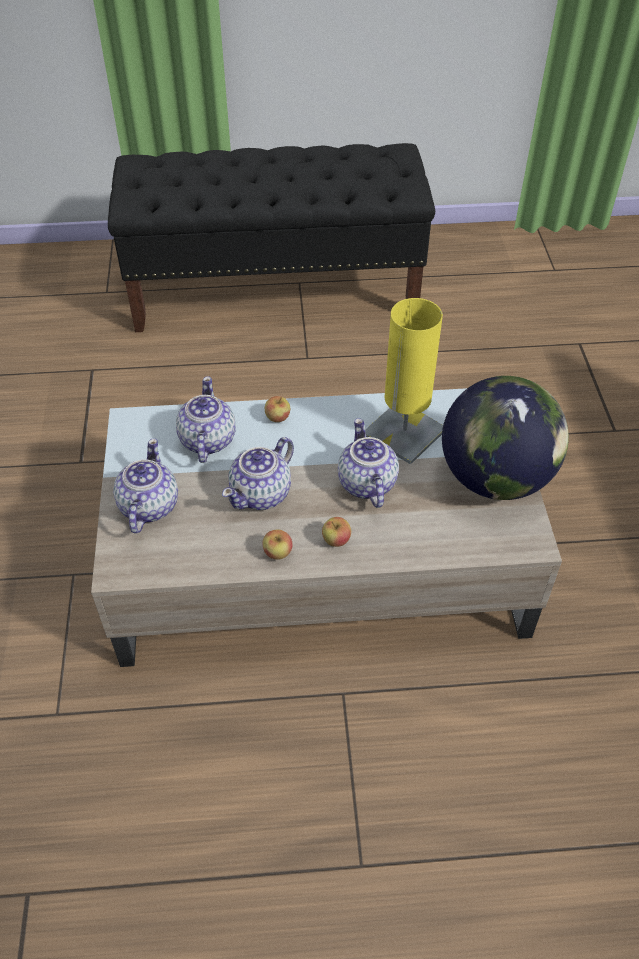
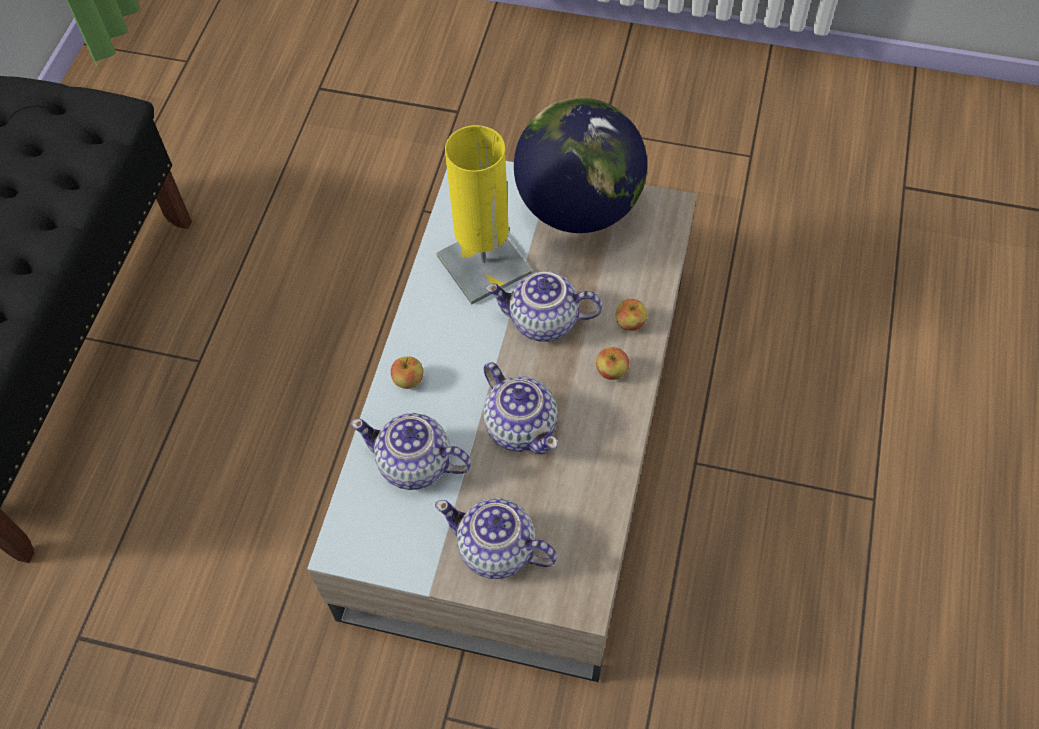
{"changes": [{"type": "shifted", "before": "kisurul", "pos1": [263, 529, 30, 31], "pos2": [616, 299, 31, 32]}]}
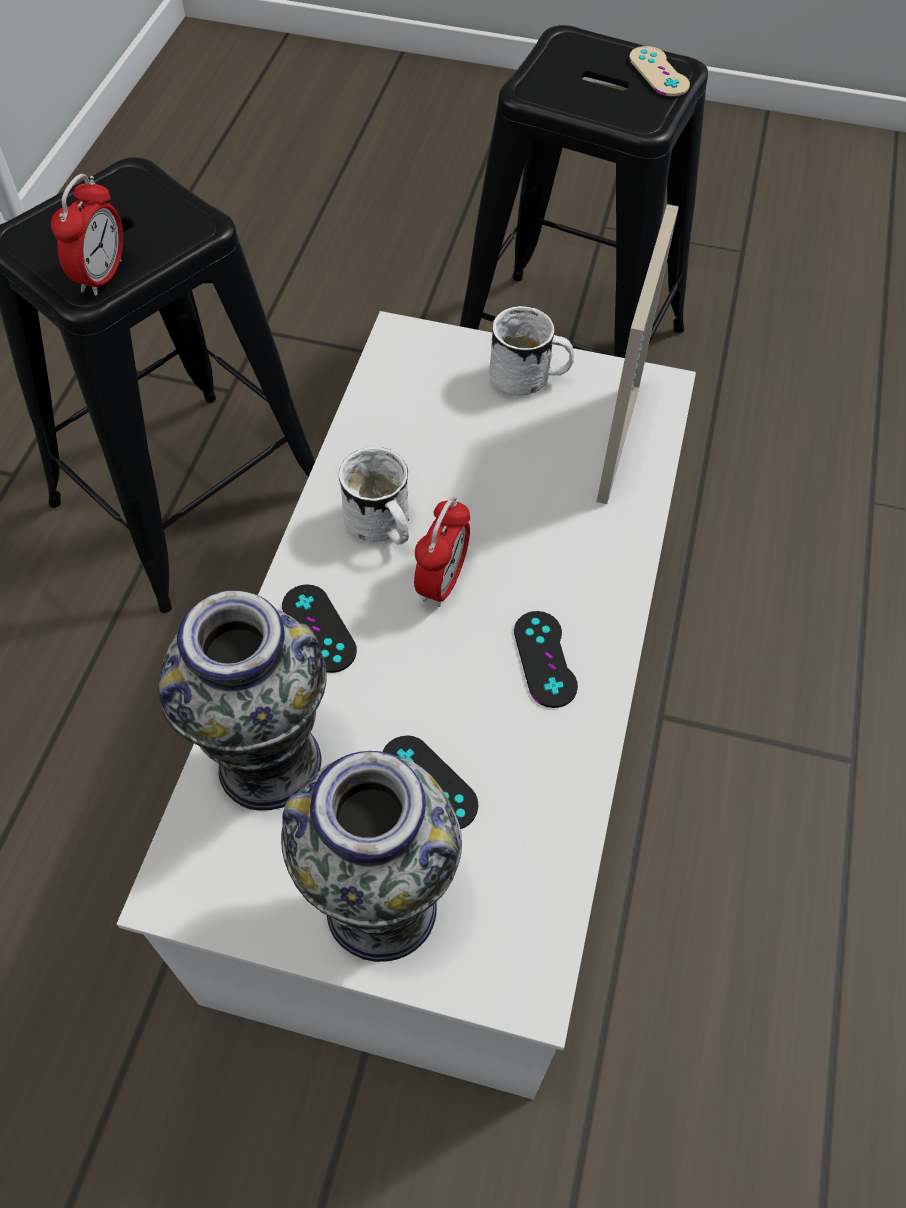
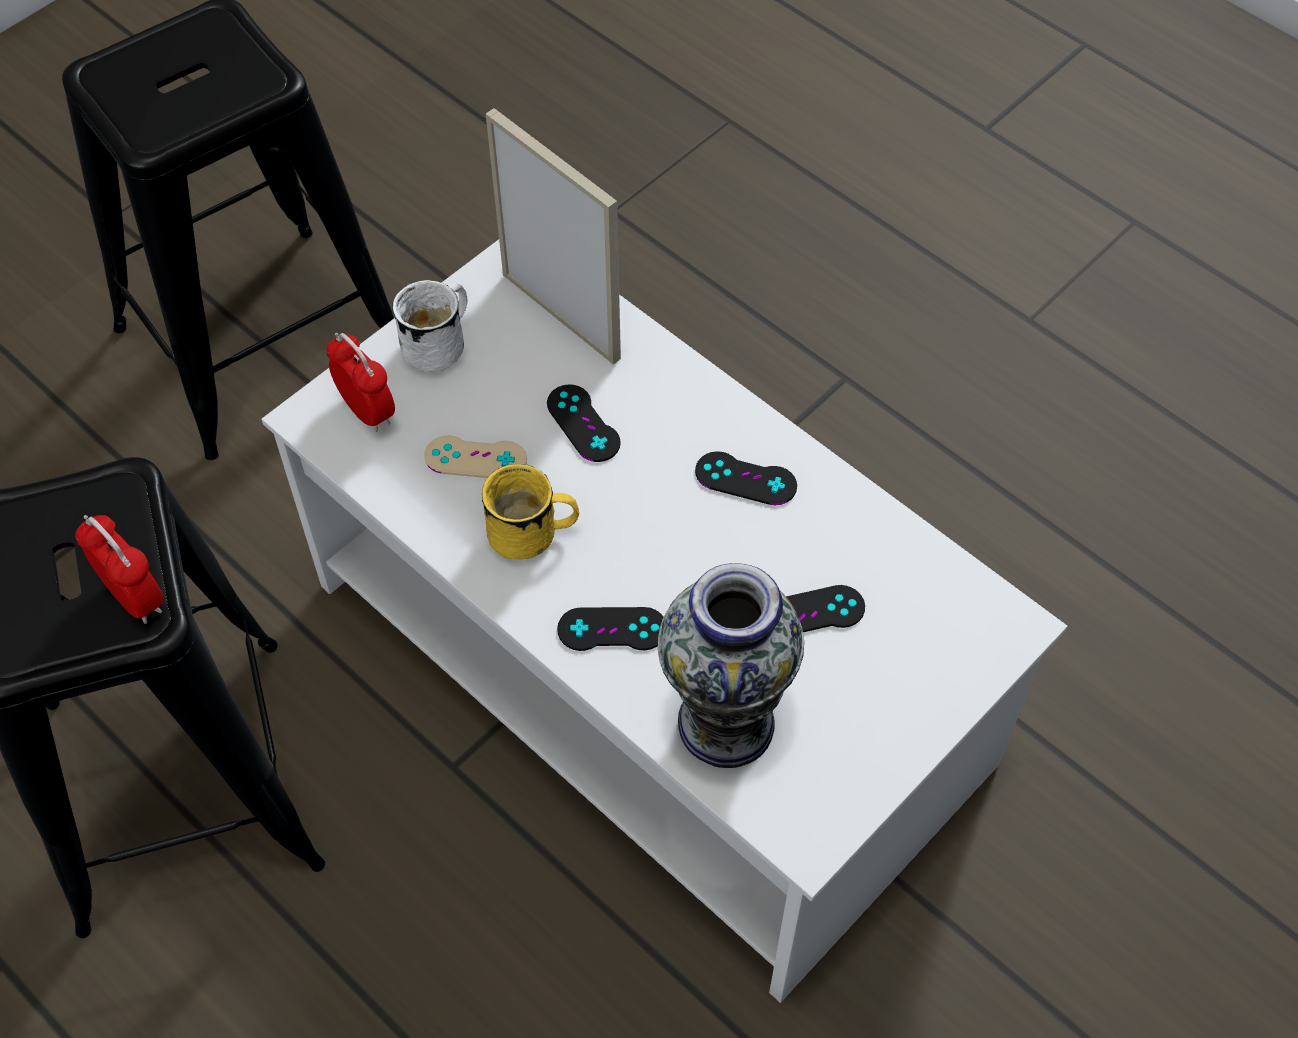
{"changes": [{"type": "shifted", "before": "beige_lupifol", "pos1": [629, 46, 61, 50], "pos2": [424, 435, 103, 43]}, {"type": "repainted", "before": "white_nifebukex", "after": "yellow_nifebukex", "pos1": [339, 447, 70, 98], "pos2": [482, 464, 97, 96]}, {"type": "shifted", "before": "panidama", "pos1": [414, 497, 56, 110], "pos2": [326, 333, 69, 99]}, {"type": "gone", "before": "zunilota", "pos1": [281, 751, 181, 211]}, {"type": "new", "after": "black_lupifol", "pos2": [547, 384, 74, 78]}]}
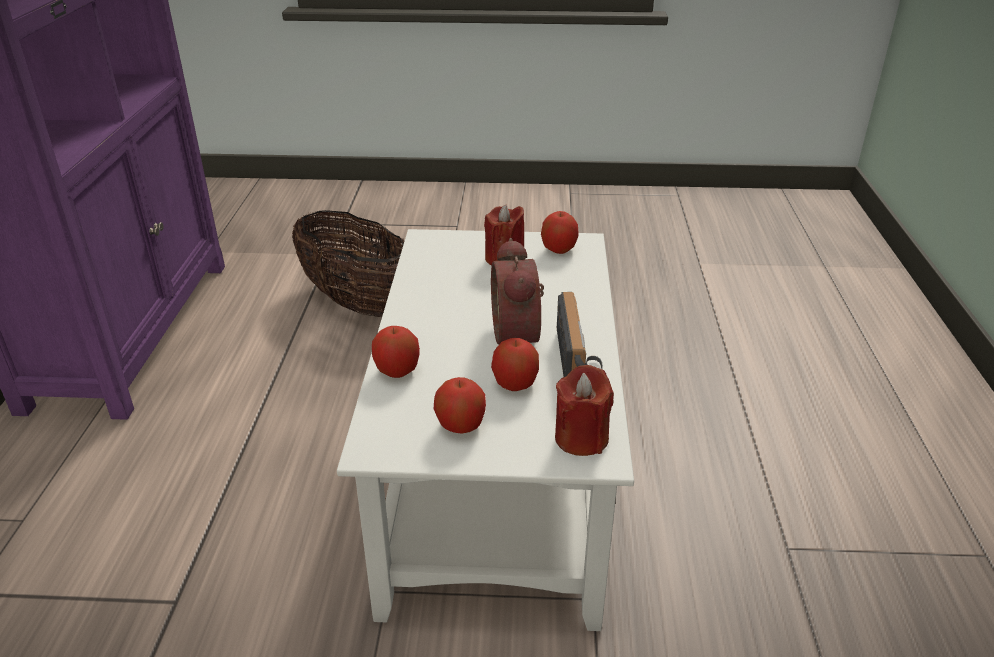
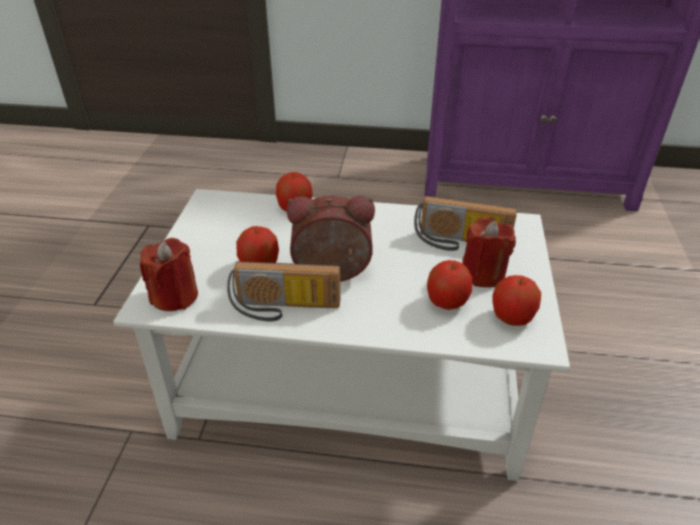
{"changes": [{"type": "gone", "before": "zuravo", "pos1": [292, 210, 112, 107]}, {"type": "shifted", "before": "kisurul", "pos1": [434, 377, 52, 57], "pos2": [427, 260, 45, 50]}, {"type": "new", "after": "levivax", "pos2": [414, 196, 103, 55]}]}
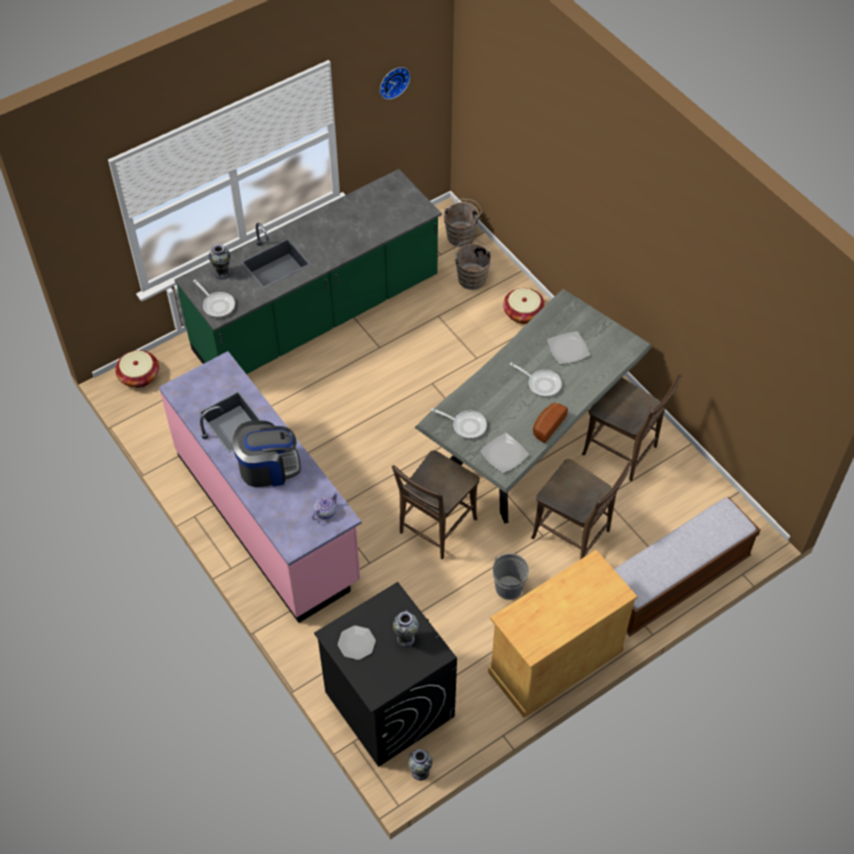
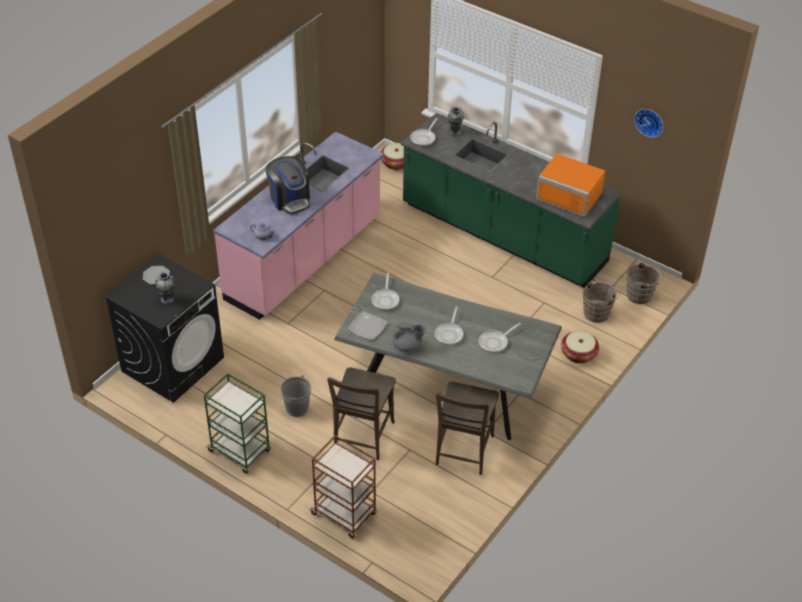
{"changes": [{"type": "swapped", "before": "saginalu", "after": "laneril", "pos1": [547, 331, 43, 33], "pos2": [479, 323, 42, 30]}, {"type": "swapped", "before": "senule", "after": "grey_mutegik", "pos1": [533, 403, 35, 40], "pos2": [393, 322, 33, 30]}, {"type": "gone", "before": "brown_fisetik", "pos1": [392, 450, 88, 109]}, {"type": "swapped", "before": "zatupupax", "after": "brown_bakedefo", "pos1": [614, 497, 146, 140], "pos2": [309, 435, 68, 104]}, {"type": "swapped", "before": "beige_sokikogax", "after": "green_bakedefo", "pos1": [488, 550, 150, 168], "pos2": [204, 373, 67, 101]}, {"type": "gone", "before": "zunilota", "pos1": [408, 749, 24, 32]}, {"type": "new", "after": "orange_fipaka", "pos2": [536, 153, 69, 64]}]}
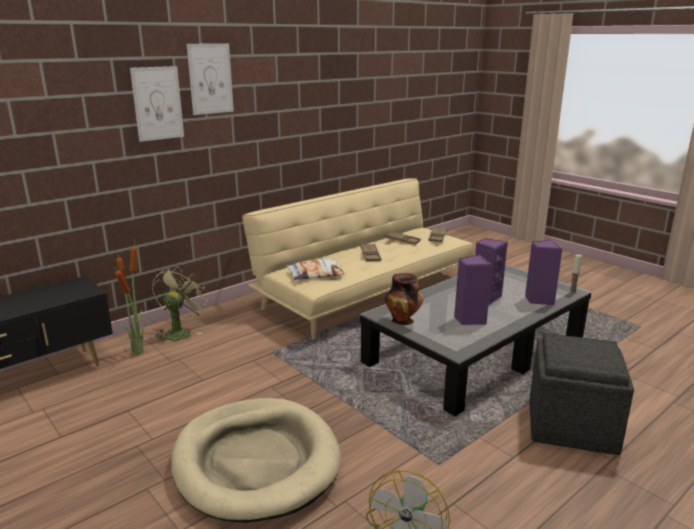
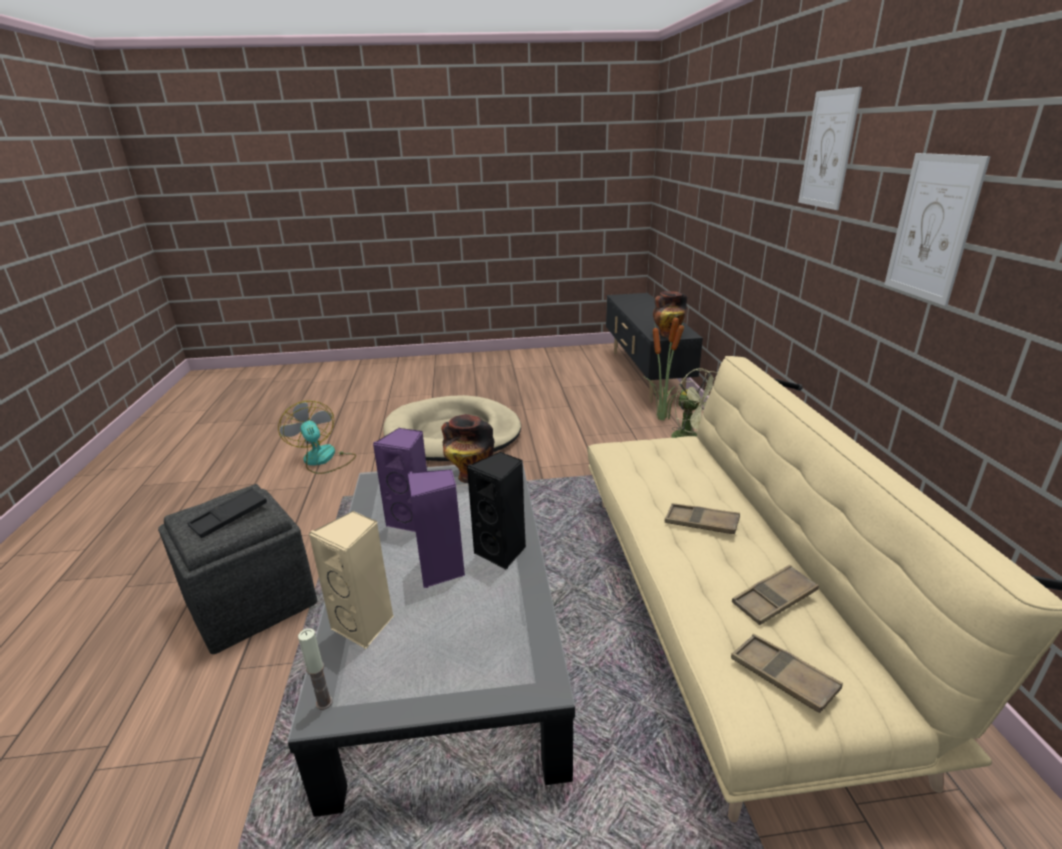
{"changes": [{"type": "shifted", "before": "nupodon", "pos1": [130, 66, 54, 76], "pos2": [884, 153, 107, 153]}, {"type": "repainted", "before": "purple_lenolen", "after": "beige_lenolen", "pos1": [525, 240, 37, 65], "pos2": [309, 511, 84, 139]}, {"type": "gone", "before": "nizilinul", "pos1": [286, 259, 59, 21]}, {"type": "new", "after": "zunilota", "pos2": [653, 291, 34, 47]}, {"type": "new", "after": "black_lenolen", "pos2": [467, 452, 59, 118]}, {"type": "new", "after": "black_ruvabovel", "pos2": [187, 488, 80, 50]}]}
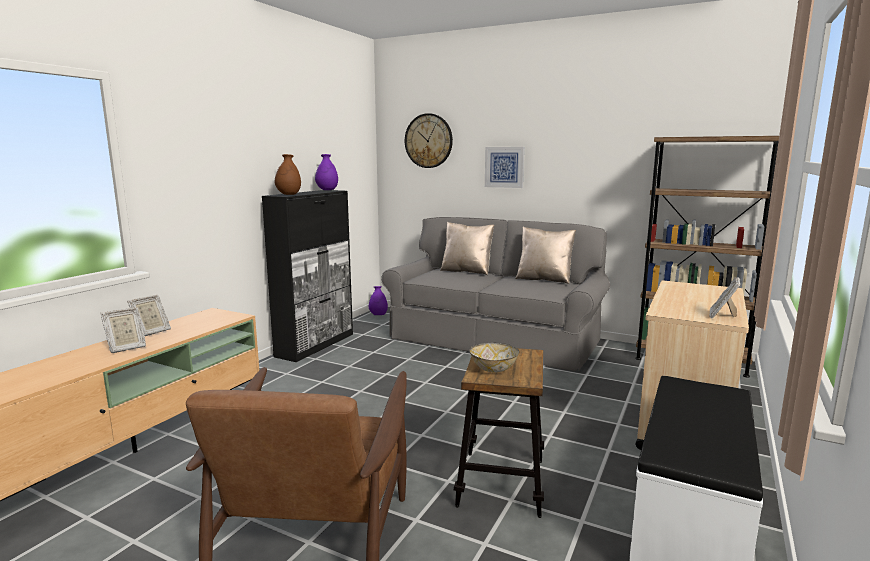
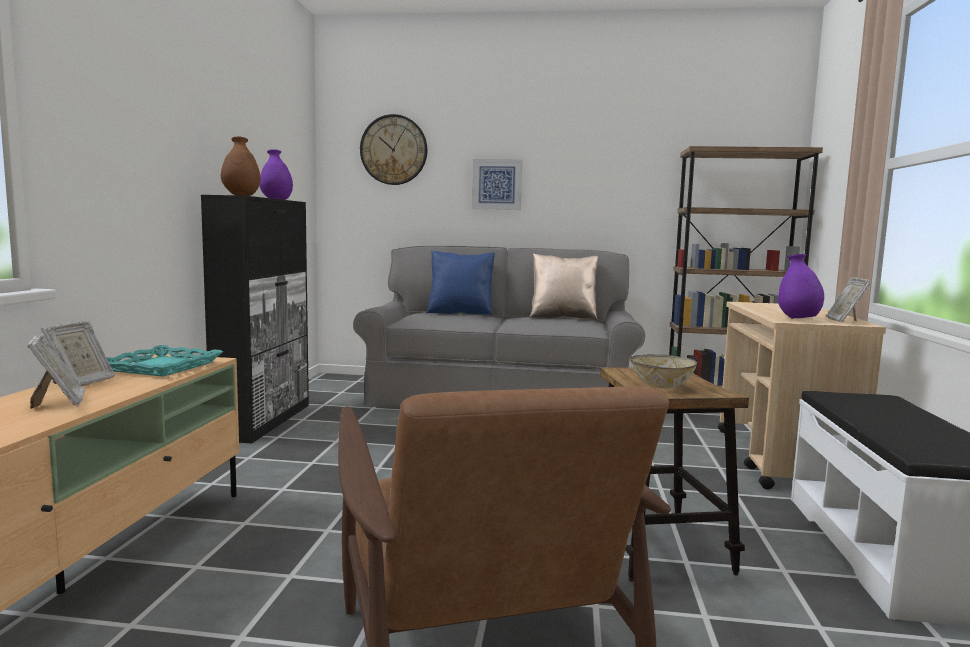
{"changes": [{"type": "repainted", "before": "beige_nizilinul", "after": "blue_nizilinul", "pos1": [440, 222, 54, 53], "pos2": [426, 250, 69, 65]}, {"type": "shifted", "before": "purple_zunilota", "pos1": [369, 286, 19, 29], "pos2": [778, 254, 46, 65]}, {"type": "rotated", "before": "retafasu", "pos1": [100, 308, 46, 45], "pos2": [28, 334, 57, 75], "turn": -60}, {"type": "new", "after": "turquoise_ruvabovel", "pos2": [106, 345, 117, 32]}]}
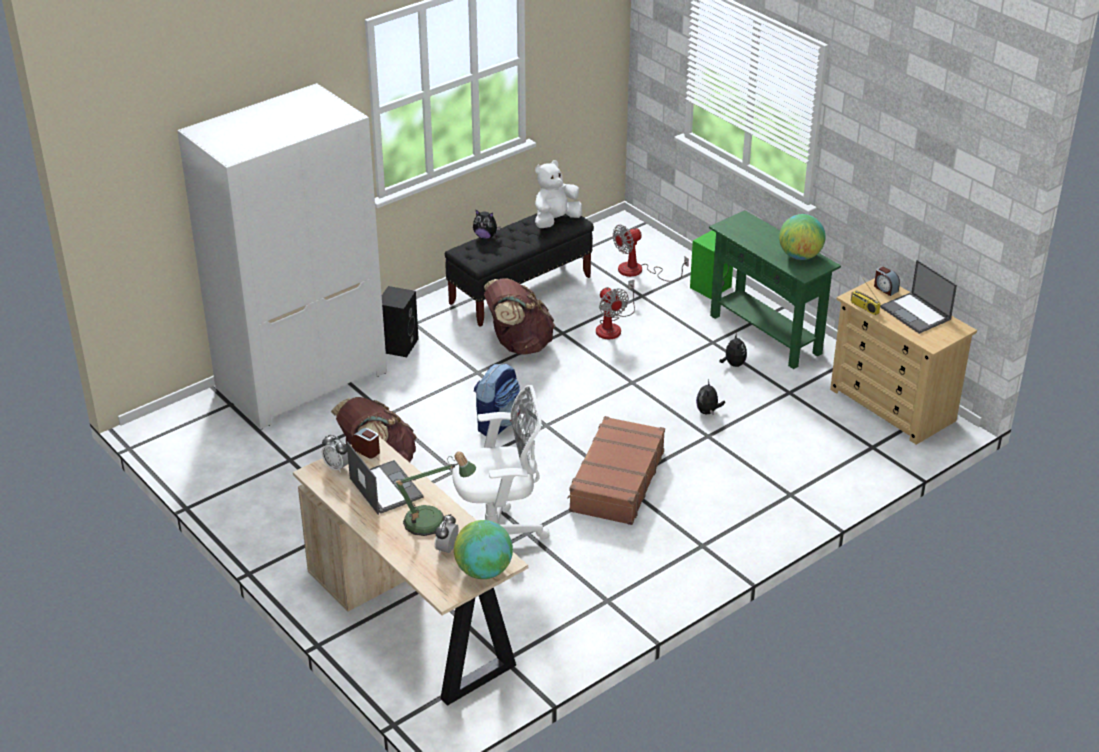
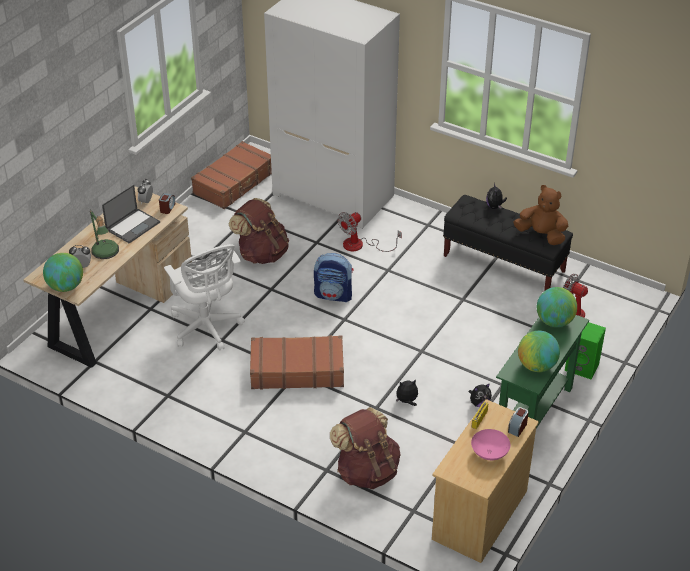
{"changes": [{"type": "repainted", "before": "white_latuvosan", "after": "brown_latuvosan", "pos1": [535, 160, 47, 68], "pos2": [514, 185, 54, 60]}, {"type": "swapped", "before": "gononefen", "after": "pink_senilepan", "pos1": [880, 260, 77, 74], "pos2": [471, 429, 39, 31]}, {"type": "shifted", "before": "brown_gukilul", "pos1": [484, 278, 71, 77], "pos2": [330, 407, 71, 82]}, {"type": "shifted", "before": "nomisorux", "pos1": [596, 280, 39, 59], "pos2": [338, 212, 64, 40]}, {"type": "gone", "before": "black_lenolen", "pos1": [382, 286, 37, 71]}, {"type": "new", "after": "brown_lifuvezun", "pos2": [191, 141, 81, 68]}, {"type": "new", "after": "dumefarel", "pos2": [537, 287, 40, 40]}]}
